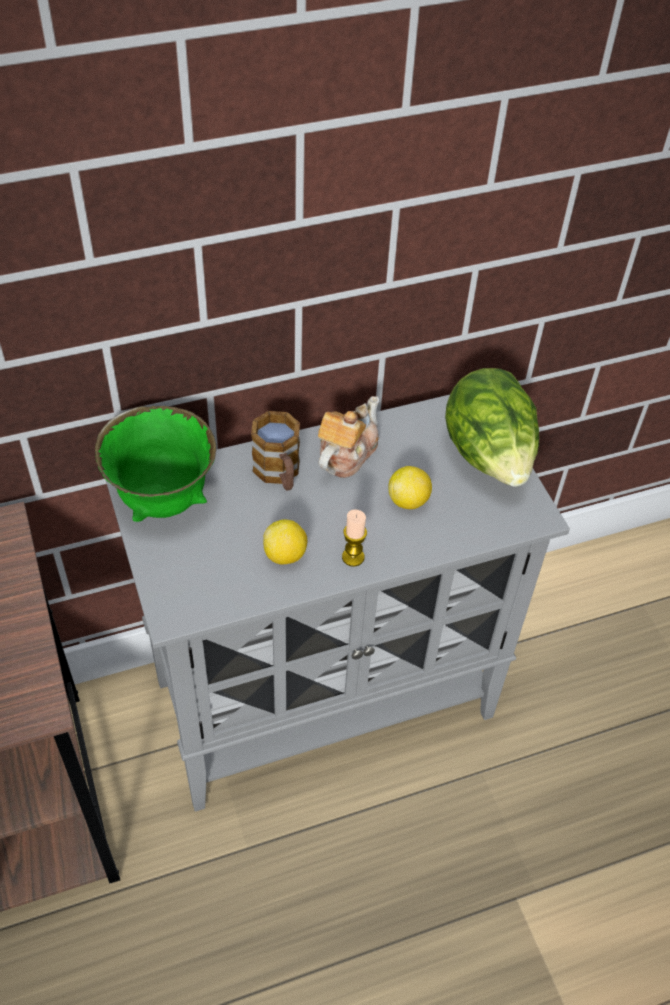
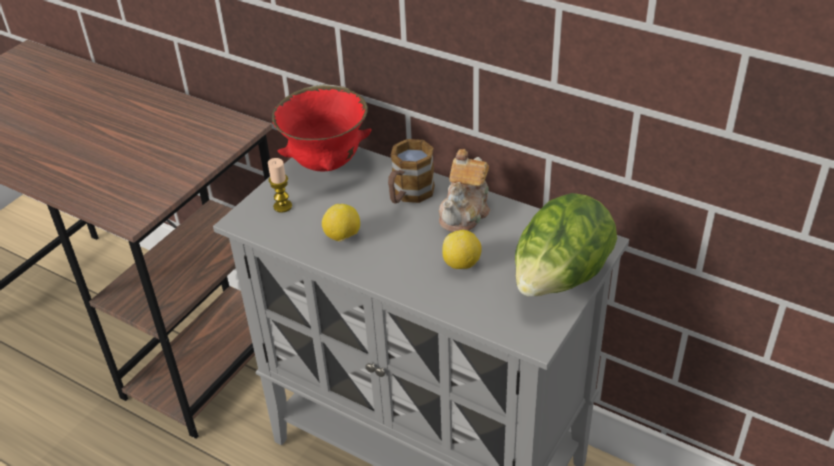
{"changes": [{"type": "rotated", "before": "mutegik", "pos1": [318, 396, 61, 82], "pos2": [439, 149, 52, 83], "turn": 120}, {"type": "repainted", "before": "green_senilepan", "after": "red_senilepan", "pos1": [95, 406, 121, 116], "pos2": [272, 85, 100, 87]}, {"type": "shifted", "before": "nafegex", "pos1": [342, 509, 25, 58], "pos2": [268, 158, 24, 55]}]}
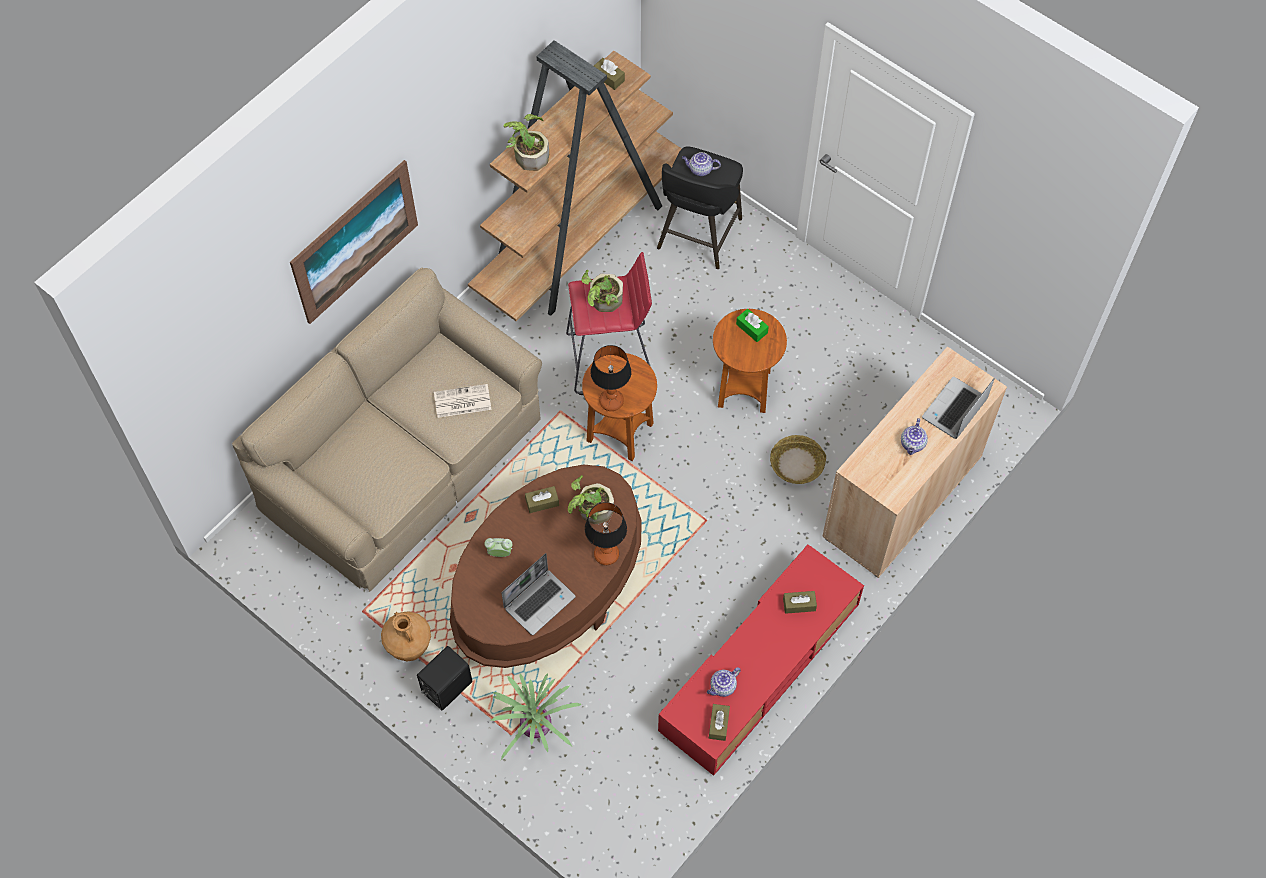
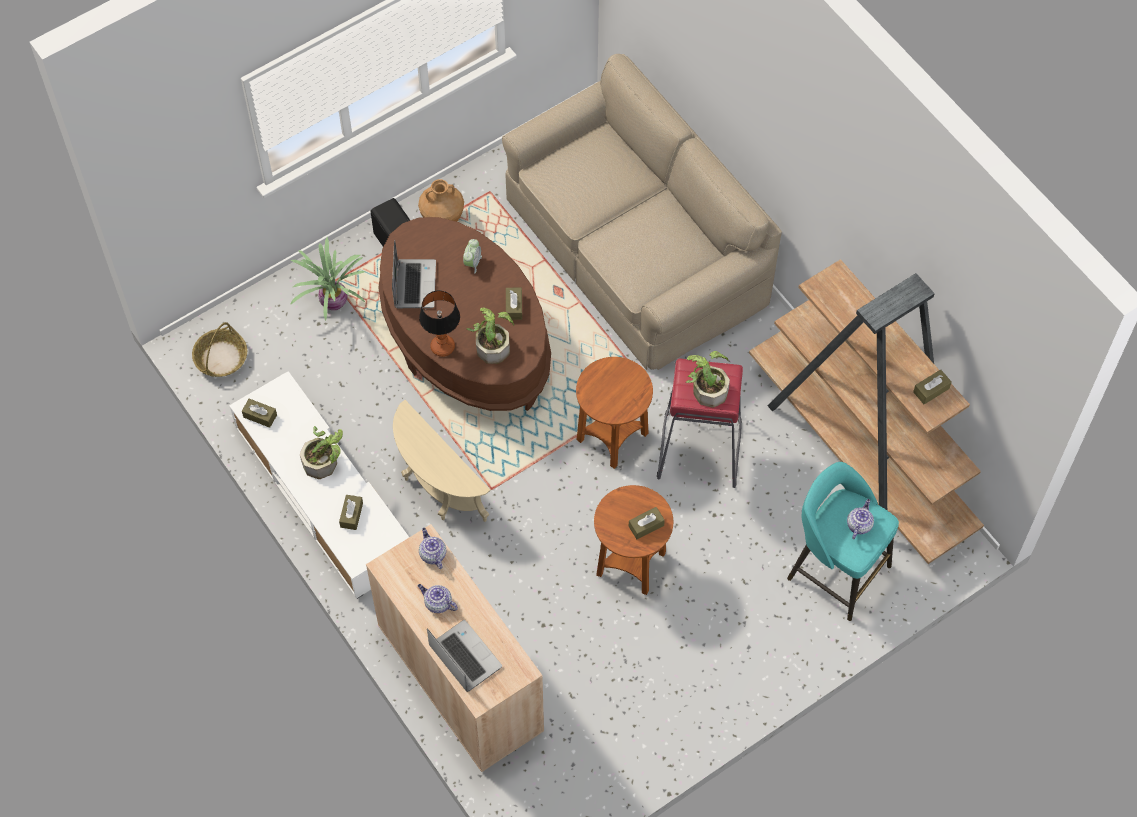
{"changes": [{"type": "shifted", "before": "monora", "pos1": [504, 114, 45, 57], "pos2": [300, 426, 43, 53]}, {"type": "repainted", "before": "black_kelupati", "after": "turquoise_kelupati", "pos1": [657, 146, 86, 123], "pos2": [787, 462, 112, 159]}, {"type": "gone", "before": "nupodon", "pos1": [290, 160, 128, 164]}, {"type": "repainted", "before": "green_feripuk", "after": "brown_feripuk", "pos1": [736, 309, 33, 33], "pos2": [629, 507, 36, 32]}, {"type": "gone", "before": "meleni", "pos1": [590, 345, 42, 66]}, {"type": "gone", "before": "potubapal", "pos1": [434, 384, 58, 34]}, {"type": "shifted", "before": "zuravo", "pos1": [770, 435, 56, 49], "pos2": [192, 322, 55, 55]}, {"type": "repainted", "before": "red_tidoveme", "after": "white_tidoveme", "pos1": [658, 545, 206, 231], "pos2": [229, 371, 180, 228]}, {"type": "rotated", "before": "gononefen", "pos1": [502, 553, 74, 82], "pos2": [392, 240, 44, 68], "turn": -150}, {"type": "shifted", "before": "mutegik", "pos1": [707, 667, 34, 30], "pos2": [419, 528, 27, 41]}, {"type": "new", "after": "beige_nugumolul", "pos2": [393, 400, 98, 122]}]}
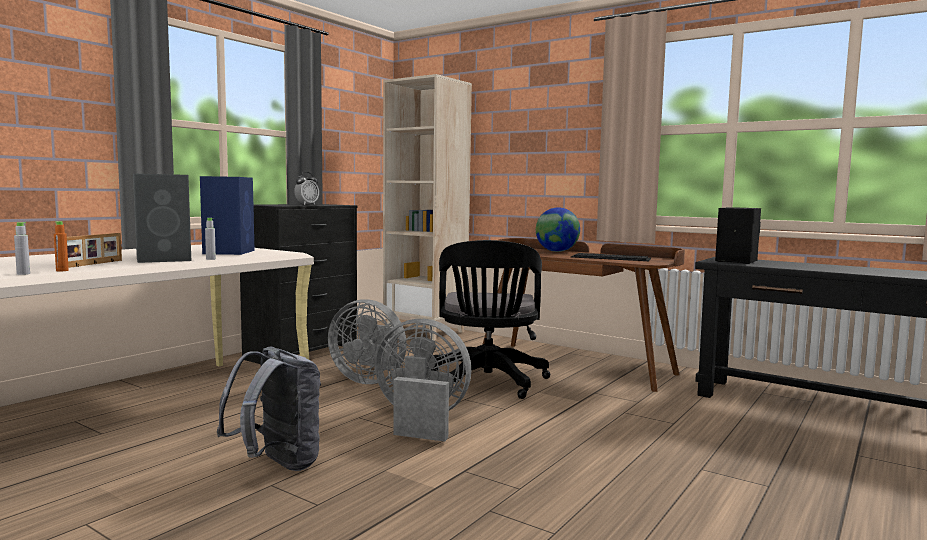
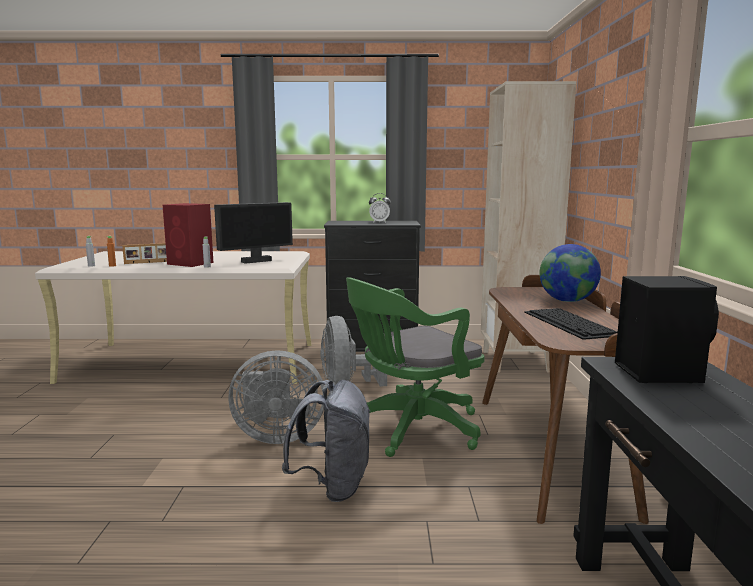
{"changes": [{"type": "repainted", "before": "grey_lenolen", "after": "red_lenolen", "pos1": [133, 174, 58, 89], "pos2": [163, 203, 50, 64]}, {"type": "swapped", "before": "blue_lenolen", "after": "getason", "pos1": [200, 176, 55, 79], "pos2": [214, 202, 79, 62]}, {"type": "repainted", "before": "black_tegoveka", "after": "green_tegoveka", "pos1": [431, 240, 120, 159], "pos2": [346, 278, 138, 179]}, {"type": "rotated", "before": "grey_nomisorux", "pos1": [375, 319, 96, 122], "pos2": [228, 350, 96, 94], "turn": 105}, {"type": "shifted", "before": "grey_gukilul", "pos1": [217, 346, 104, 125], "pos2": [282, 380, 88, 122]}]}
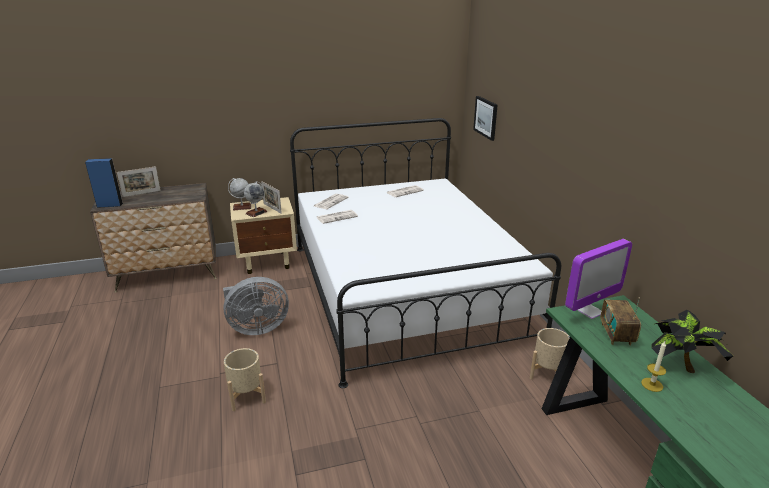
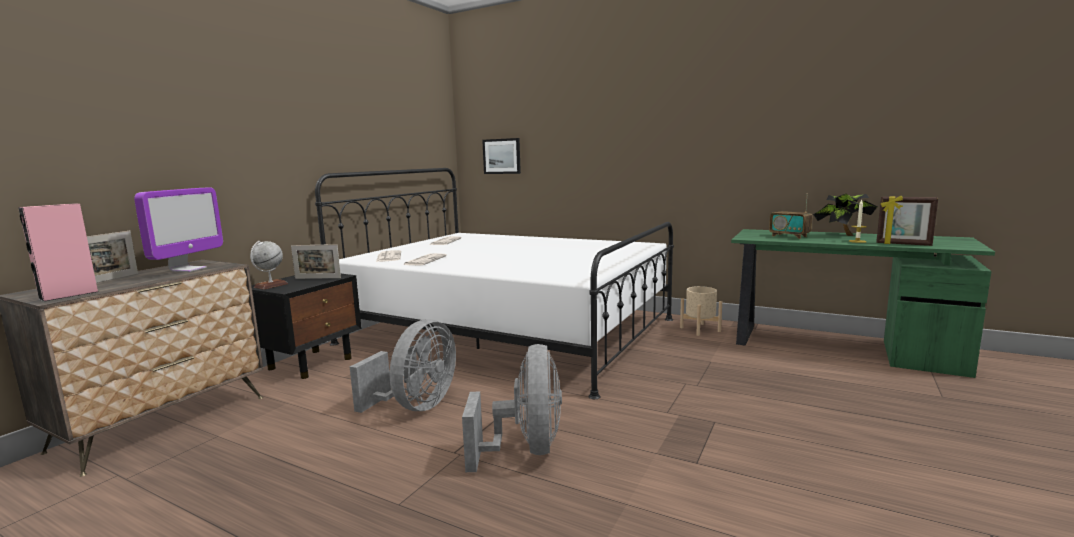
{"changes": [{"type": "repainted", "before": "blue_lenolen", "after": "pink_lenolen", "pos1": [85, 158, 38, 50], "pos2": [18, 203, 80, 99]}, {"type": "gone", "before": "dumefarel", "pos1": [244, 181, 23, 36]}, {"type": "repainted", "before": "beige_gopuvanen", "after": "black_gopuvanen", "pos1": [230, 197, 67, 77], "pos2": [252, 274, 109, 105]}, {"type": "shifted", "before": "getason", "pos1": [565, 239, 67, 80], "pos2": [134, 188, 89, 84]}, {"type": "swapped", "before": "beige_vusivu", "after": "grey_nomisorux", "pos1": [224, 348, 42, 63], "pos2": [462, 344, 100, 128]}, {"type": "new", "after": "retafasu", "pos2": [876, 196, 62, 50]}]}
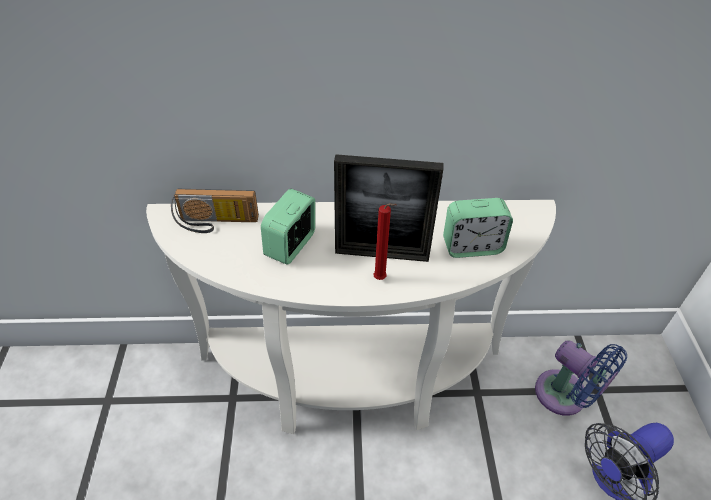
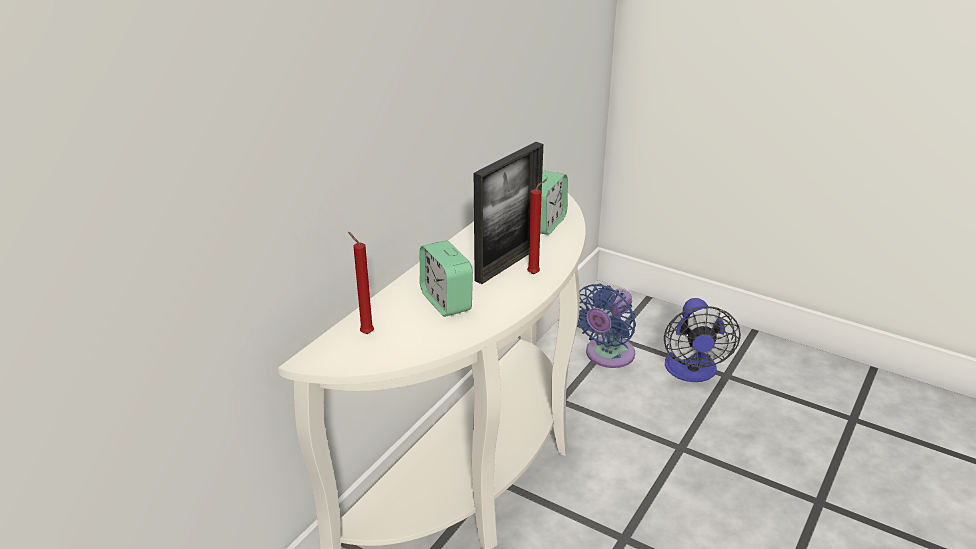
{"changes": [{"type": "swapped", "before": "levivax", "after": "red_nafegex", "pos1": [171, 189, 88, 44], "pos2": [348, 232, 26, 102]}, {"type": "rotated", "before": "blue_nomisorux", "pos1": [535, 340, 92, 76], "pos2": [577, 283, 59, 85], "turn": 135}]}
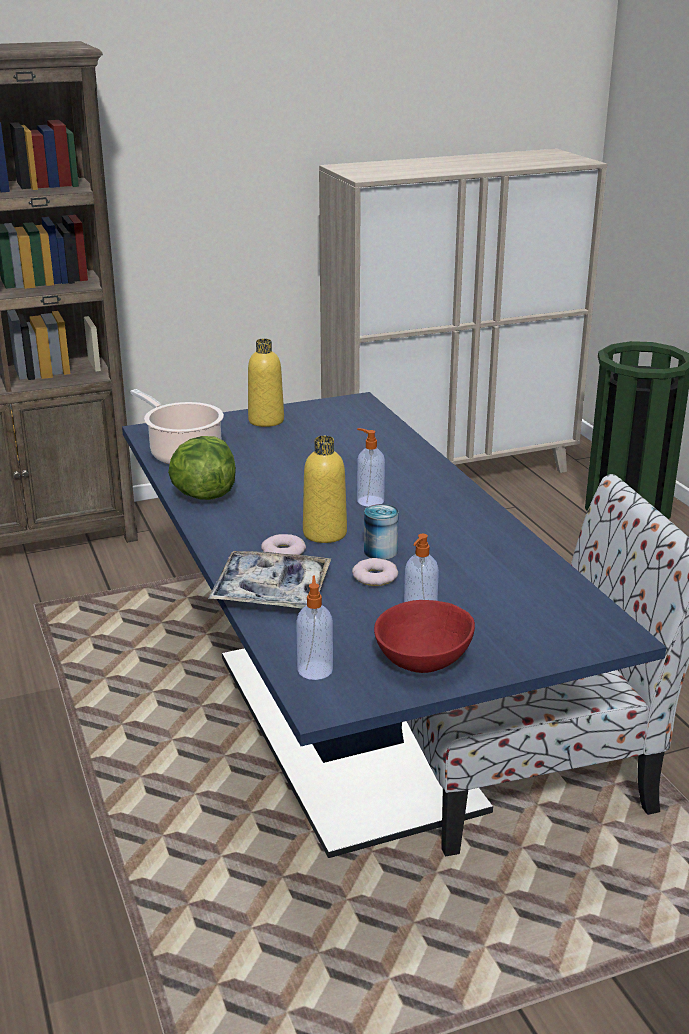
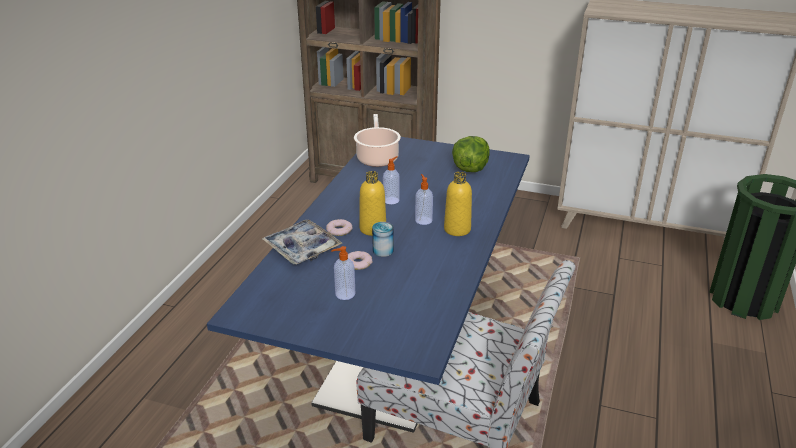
{"changes": [{"type": "shifted", "before": "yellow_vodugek", "pos1": [248, 339, 36, 88], "pos2": [444, 171, 28, 65]}, {"type": "shifted", "before": "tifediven", "pos1": [168, 436, 68, 64], "pos2": [452, 136, 38, 36]}, {"type": "shifted", "before": "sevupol", "pos1": [296, 575, 37, 105], "pos2": [383, 156, 17, 48]}, {"type": "gone", "before": "red_senilepan", "pos1": [374, 600, 101, 73]}]}
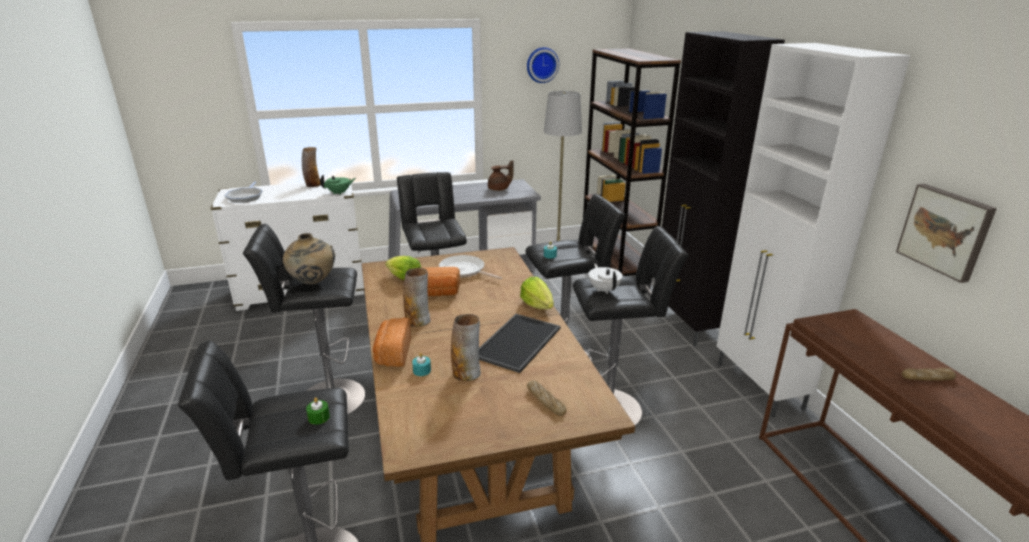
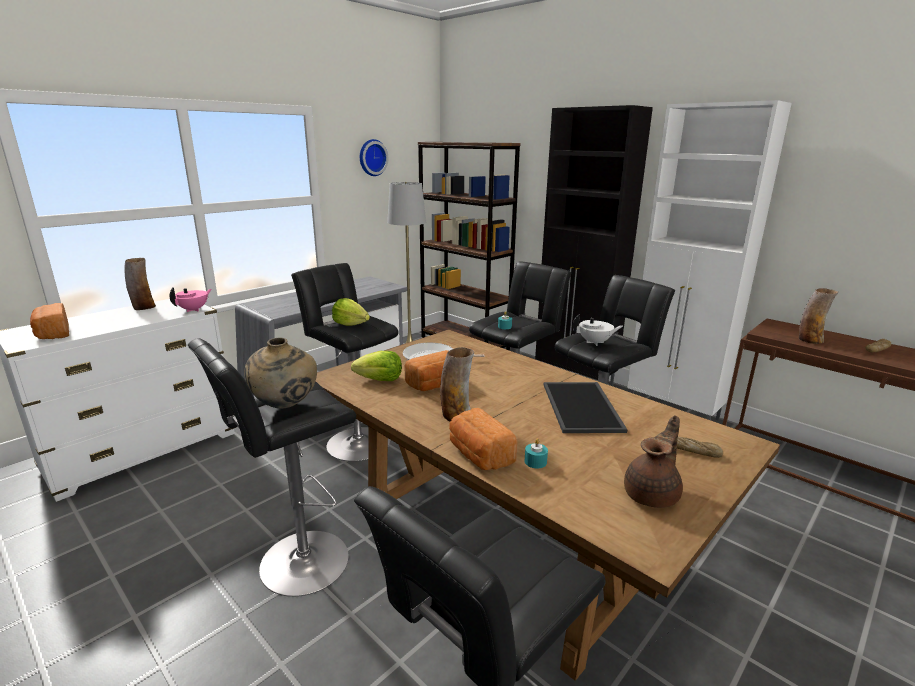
{"changes": [{"type": "shifted", "before": "brown_mutegik", "pos1": [488, 160, 26, 31], "pos2": [624, 415, 59, 93]}, {"type": "repainted", "before": "green_mutegik", "after": "pink_mutegik", "pos1": [320, 175, 36, 20], "pos2": [169, 287, 43, 25]}, {"type": "swapped", "before": "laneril", "after": "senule", "pos1": [224, 182, 39, 21], "pos2": [30, 303, 39, 36]}, {"type": "gone", "before": "nupodon", "pos1": [896, 184, 101, 99]}, {"type": "rotated", "before": "white_mutegik", "pos1": [588, 264, 35, 30], "pos2": [573, 314, 50, 32], "turn": 135}, {"type": "shifted", "before": "tifediven", "pos1": [520, 277, 34, 32], "pos2": [332, 298, 38, 28]}, {"type": "shifted", "before": "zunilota", "pos1": [451, 314, 30, 67], "pos2": [799, 288, 39, 56]}, {"type": "gone", "before": "green_nafegex", "pos1": [306, 397, 24, 28]}]}
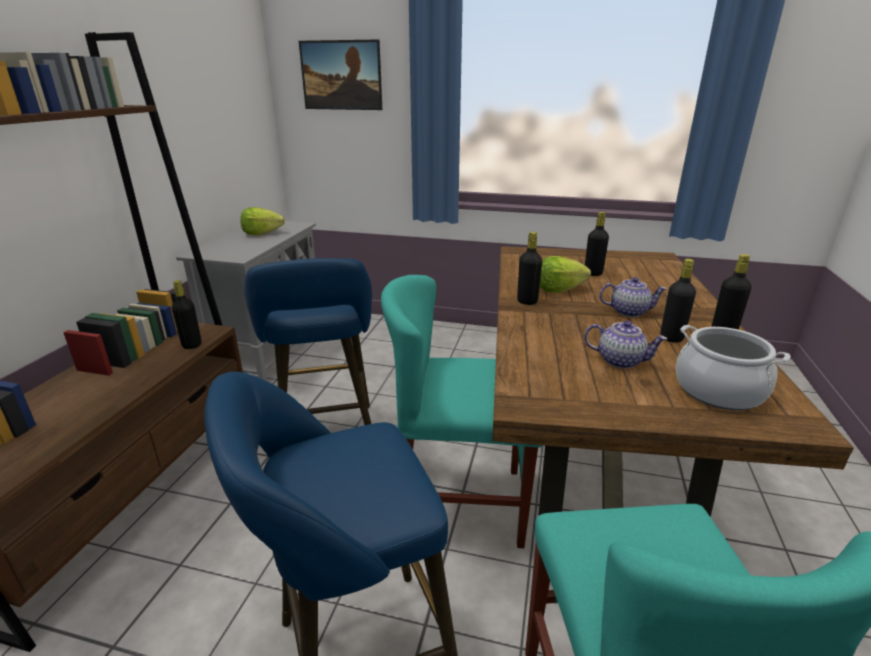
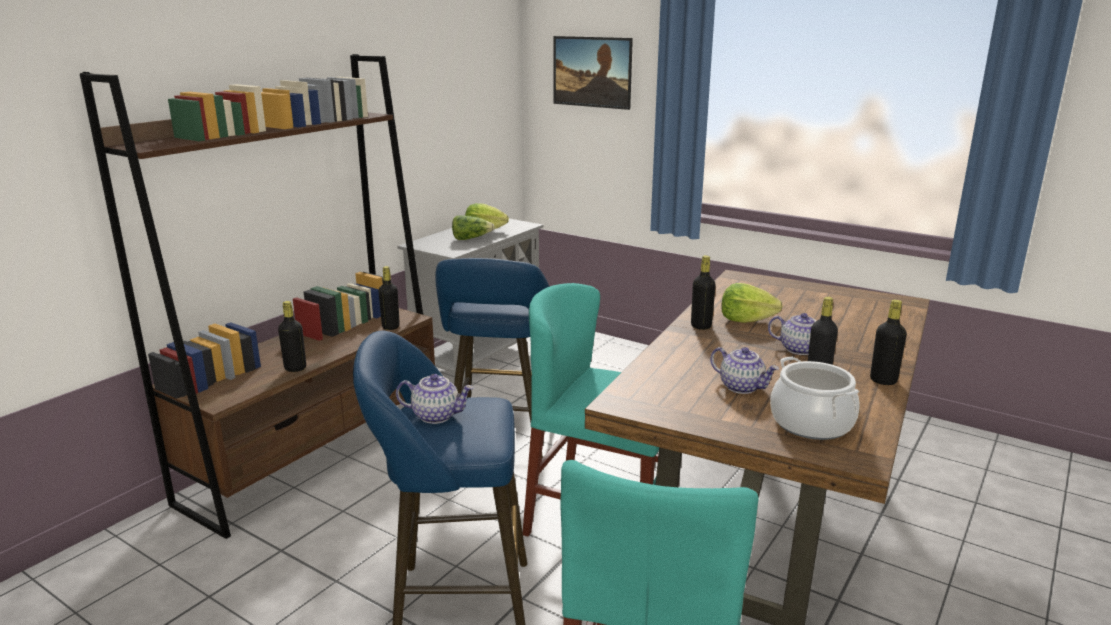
{"changes": [{"type": "shifted", "before": "black_vodugek", "pos1": [585, 212, 24, 64], "pos2": [278, 301, 28, 71]}, {"type": "new", "after": "tifediven", "pos2": [452, 216, 43, 24]}, {"type": "new", "after": "mutegik", "pos2": [396, 374, 78, 50]}]}
